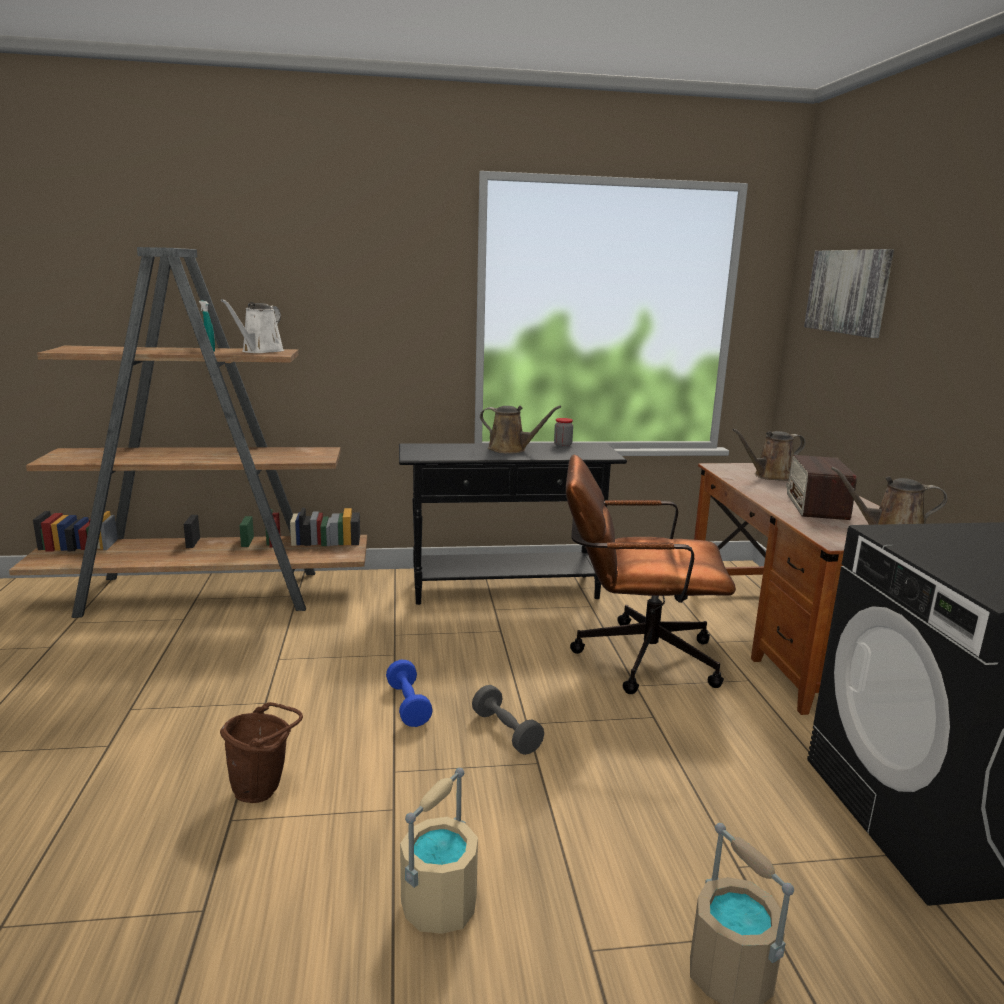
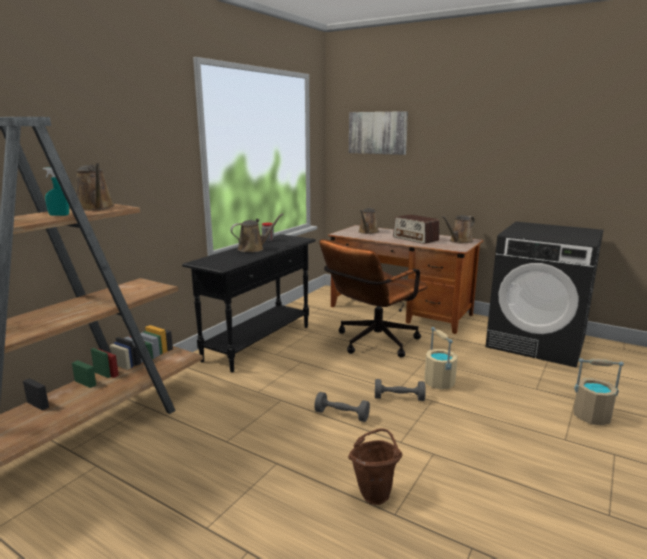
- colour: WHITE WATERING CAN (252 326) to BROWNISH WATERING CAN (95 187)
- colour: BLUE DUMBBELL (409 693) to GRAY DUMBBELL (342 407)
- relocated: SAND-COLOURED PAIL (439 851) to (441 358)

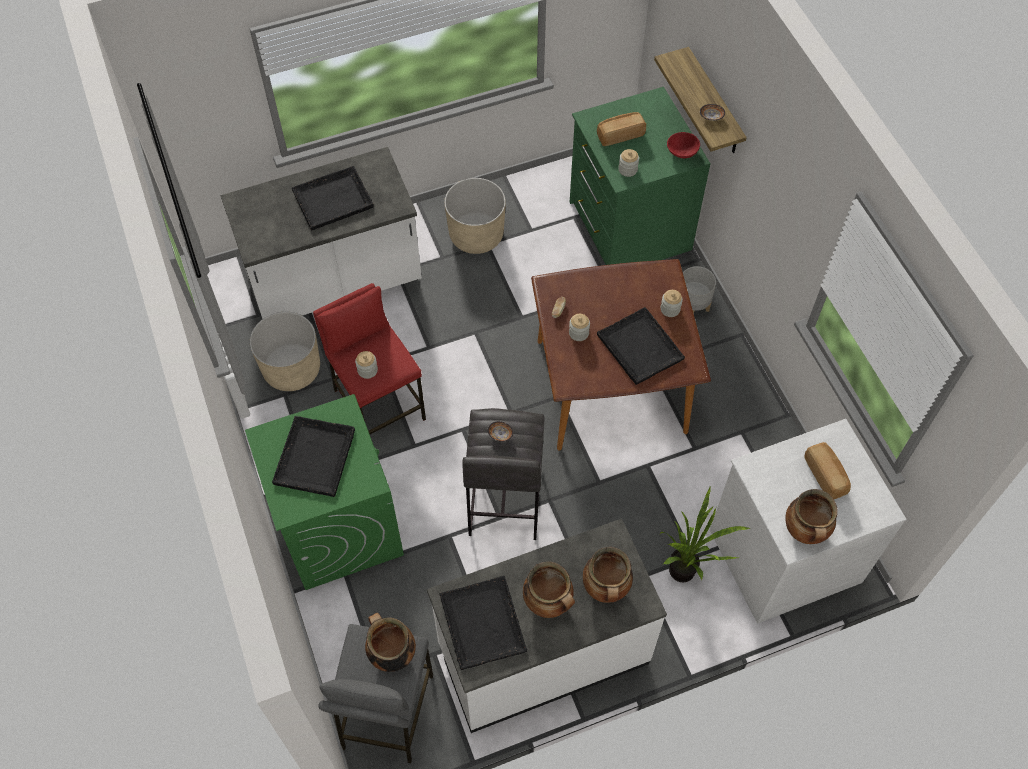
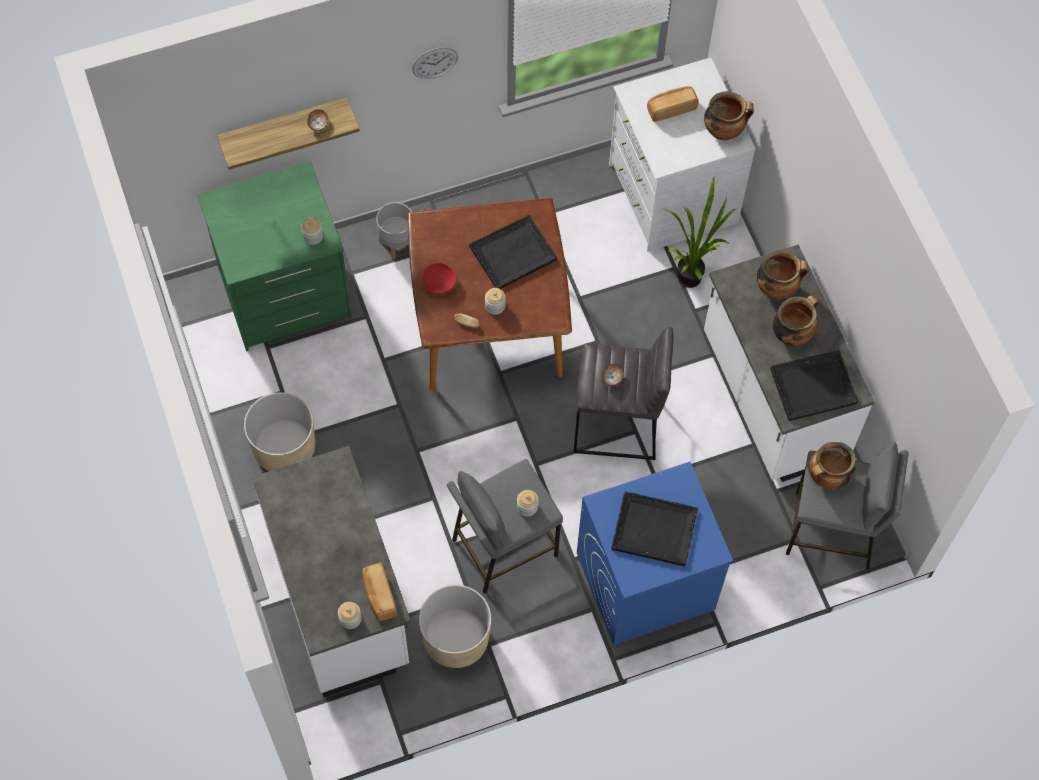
- relocated: JAR (672 303) to (350 615)
- relocated: BAKED BREAD (621 129) to (379 591)
- appeared: CLOCK ON THE WALL (435 63)
- relocated: REDDISH DEEP DISH (683 145) to (439 278)
- colour: REDDISH SITTING STOOL (369 358) to GRAY SITTING STOOL (505 526)
- colour: GREEN WASHING MACHINE (324 492) to BLUE WASHING MACHINE (655 553)
- missing: BLACKISH SERVING TRAY (333 198)

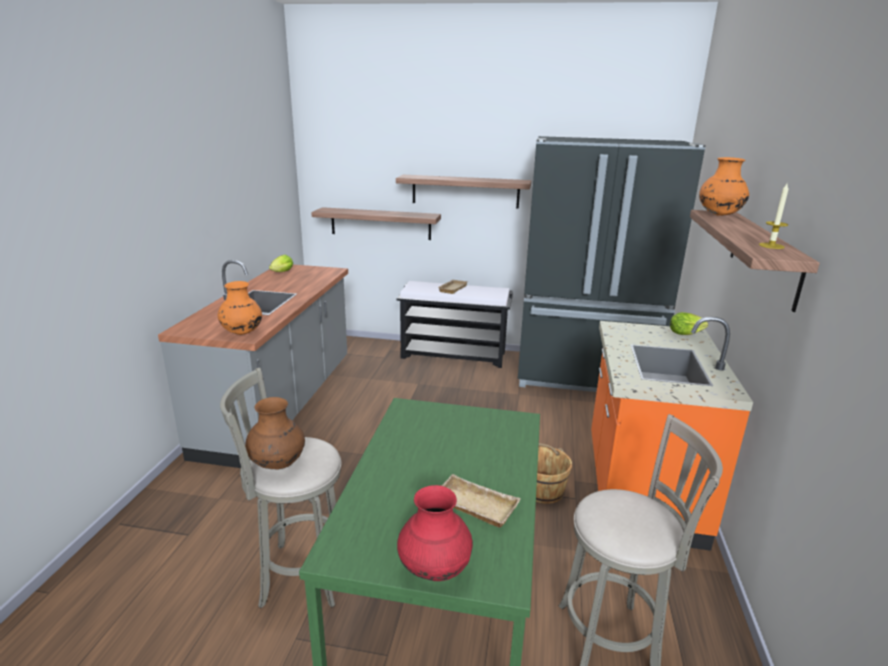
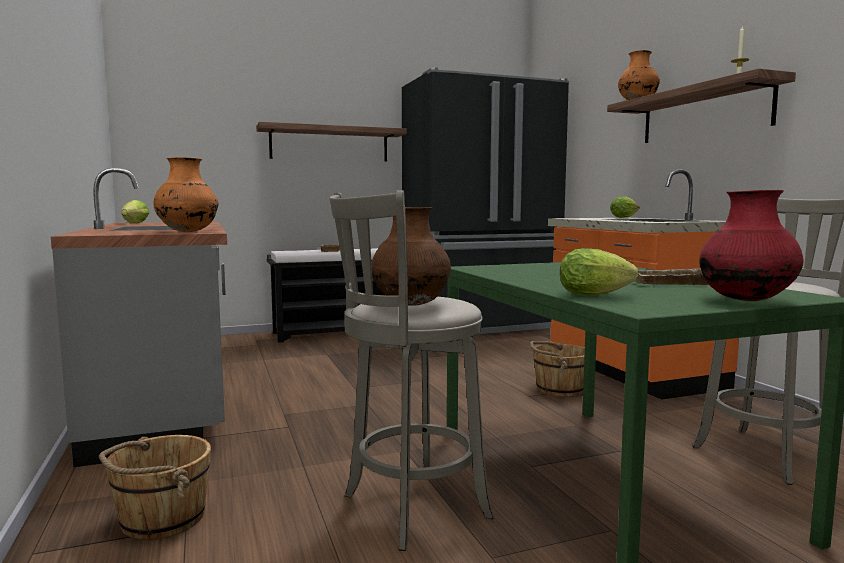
- appeared: BROWNISH PAIL (155 487)
- appeared: HEAD OF LETTUCE (599 271)
- missing: WALL SHELF (376 223)

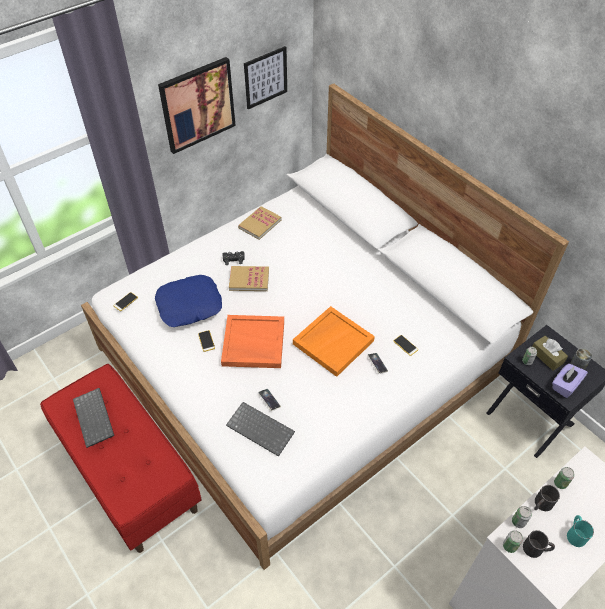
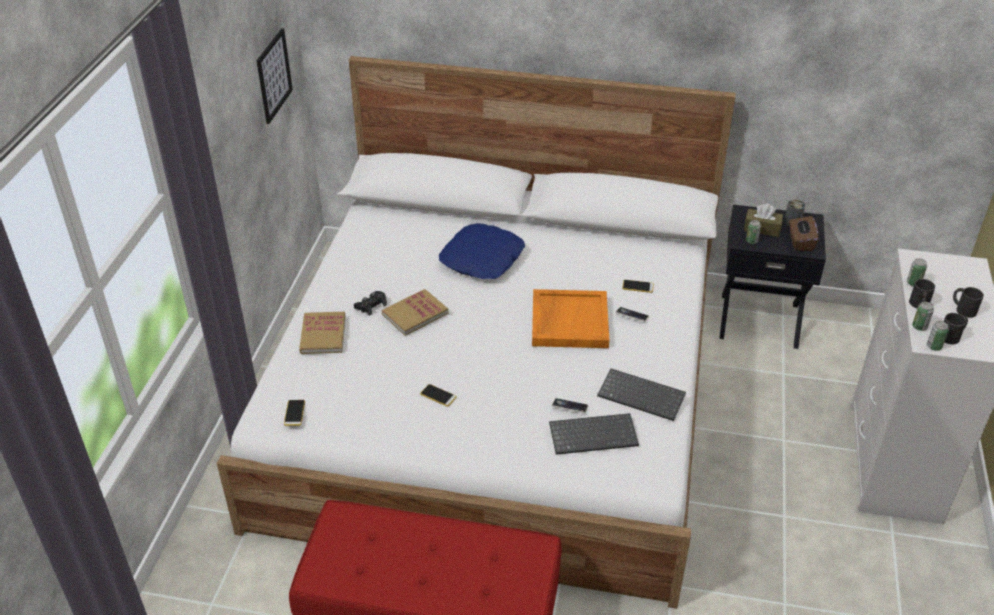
- relocated: BOUND BOOK (259 223) to (322 333)
- relocated: BLUE THROW PILLOW (188 301) to (482 251)
- relocated: KEYBOARD (93 418) to (641 394)
- colour: PURPLE TISSUE BOX (570 380) to BROWNISH TISSUE BOX (804 232)
- colour: BLUE-GREEN COFFEE MUG (580 531) to BLACKISH COFFEE MUG (968 302)
- missing: WALL PICTURE (197 105)
- missing: ORANGE SERVING TRAY (252 341)

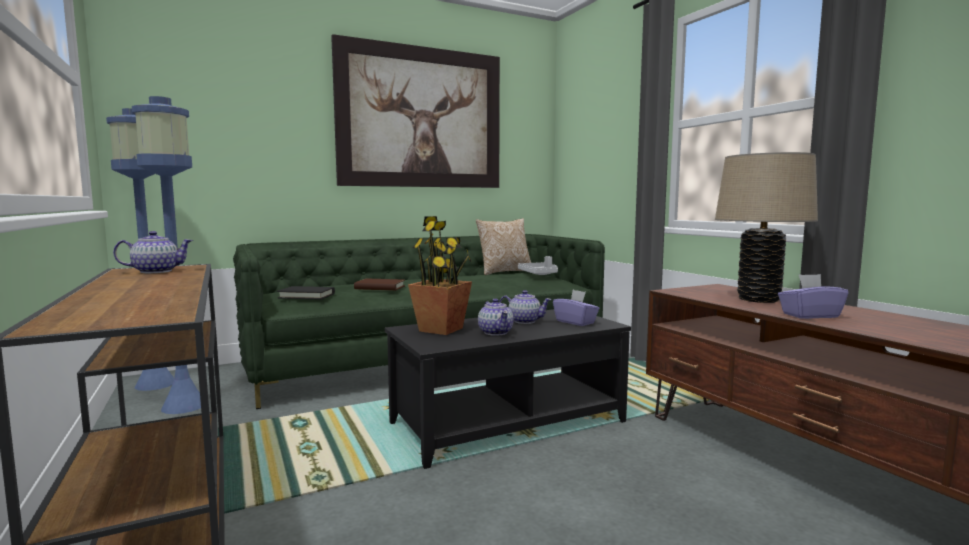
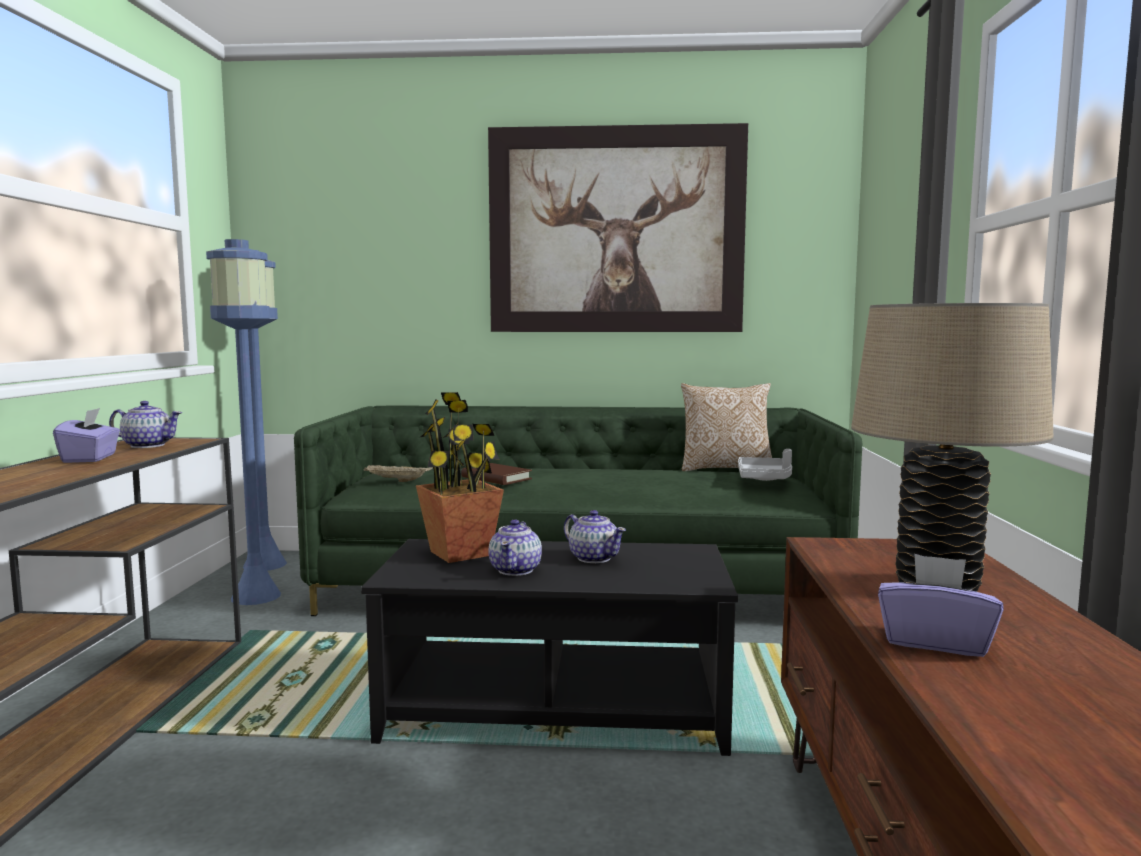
- relocated: PURPLE TISSUE BOX (576 308) to (86 435)
- exchanged: BLACKISH BOUND BOOK (306 292) to SAND-COLOURED SERVING TRAY (398 473)

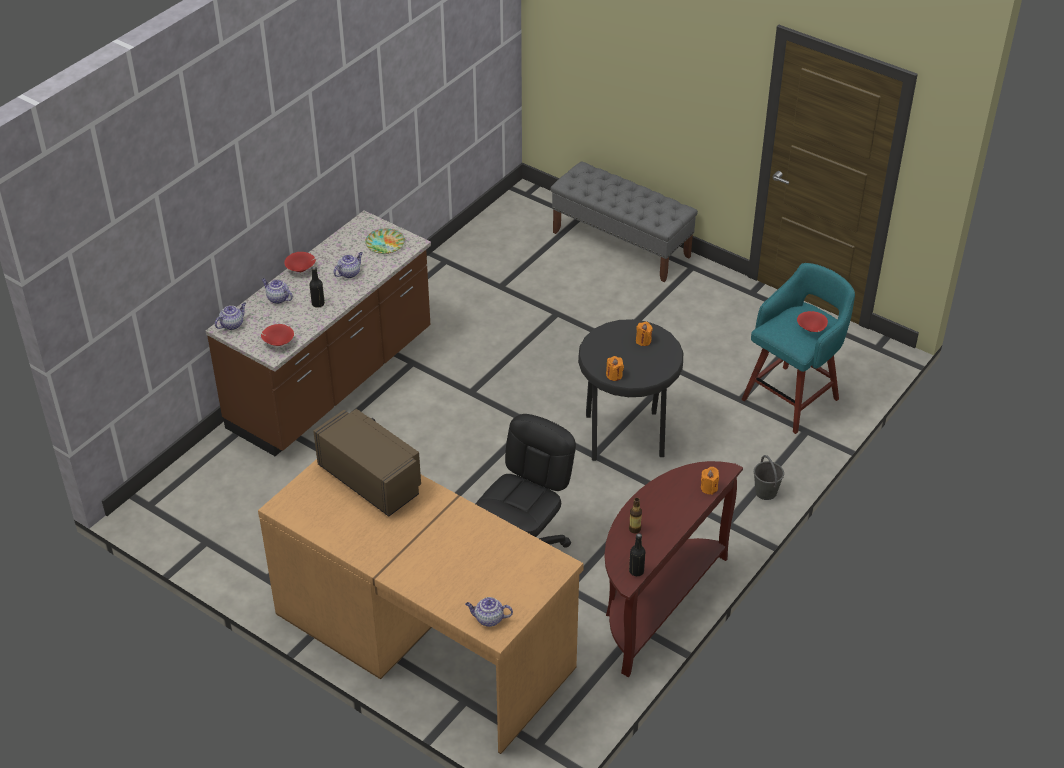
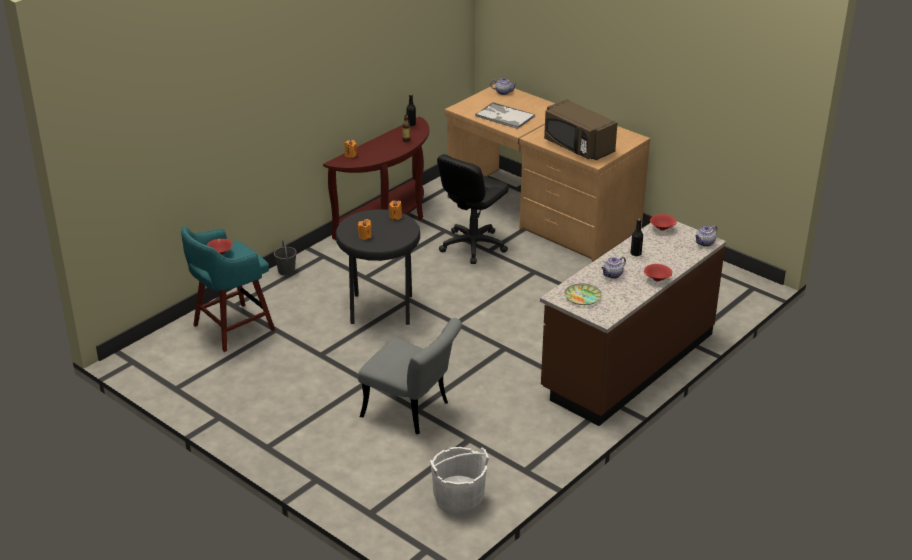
- appeared: GRAY UPRIGHT CHAIR (410 376)
- appeared: WHITE PAIL (459 481)
- appeared: SERVING TRAY (505 115)
- missing: TEA POT (277 291)
- missing: GRAY INDOOR BENCH (624 221)

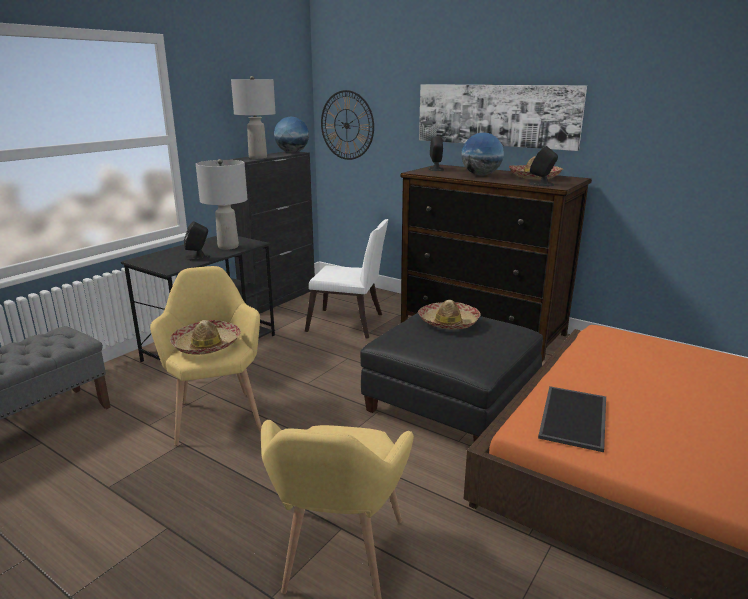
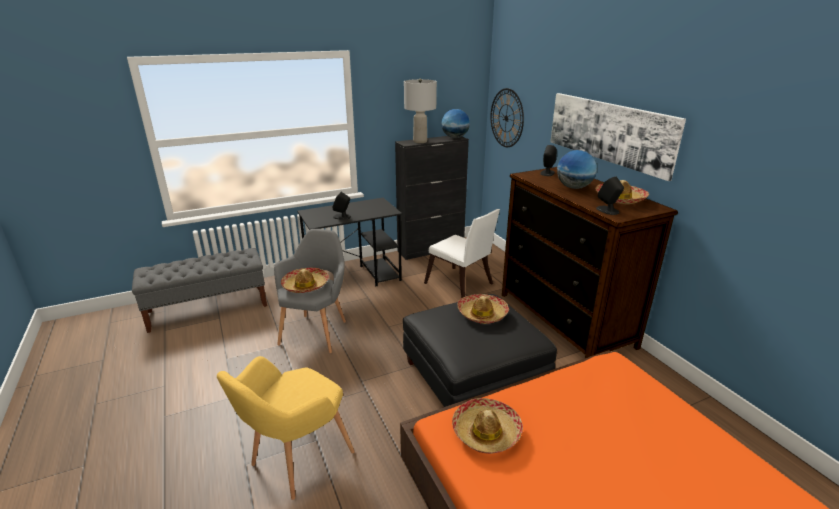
- colour: YELLOW EASY CHAIR (206 356) to GRAY EASY CHAIR (310 291)
- exchanged: SERVING TRAY (572 419) to HAT (487 426)
- missing: GRAY TABLETOP LAMP (221 204)

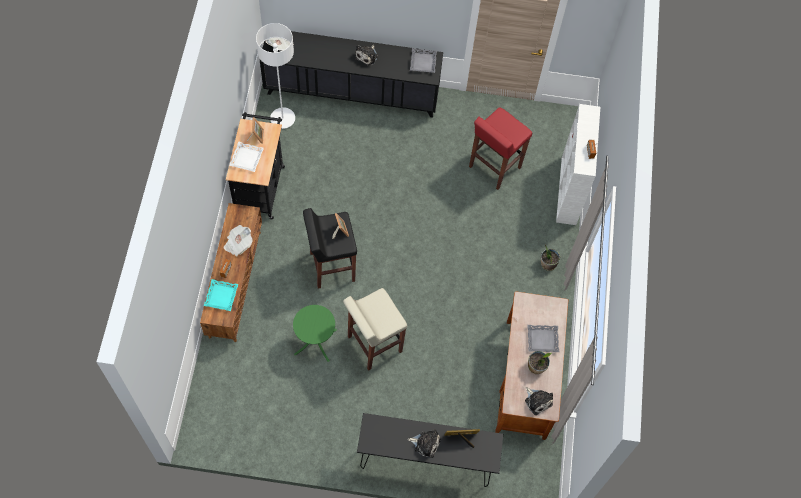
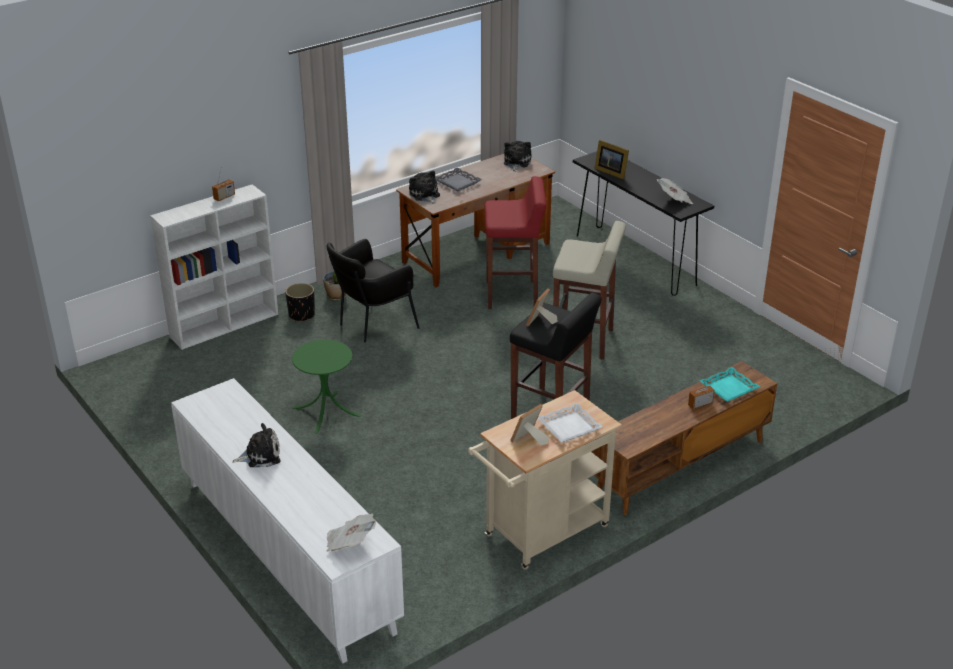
- colour: BLACKISH STORAGE CABINET (351 74) to WHITE STORAGE CABINET (287 520)
- appeared: BLACKISH PLANTER (300 302)
- relocated: GREEN SIDE TABLE (315 333) to (326 386)
- appeared: BLACKISH EASY CHAIR (373 290)
- relocated: SOFT TOY (424 443) to (424 187)
- colour: BLACKISH WHEELED CART (255 165) to SAND-COLOURED WHEELED CART (545 480)
- relocated: REDDISH SITTING STOOL (500 148) to (515 242)
- relocated: DAILY PAPER (238 241) to (675 191)
- missing: WHITE STANDARD LAMP (275 76)
- missing: GRAY SERVING TRAY (423 60)
- missing: HOUSEPLANT (540 362)

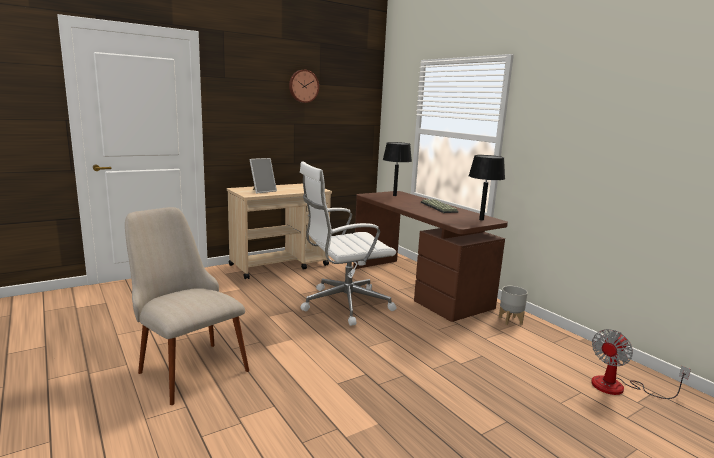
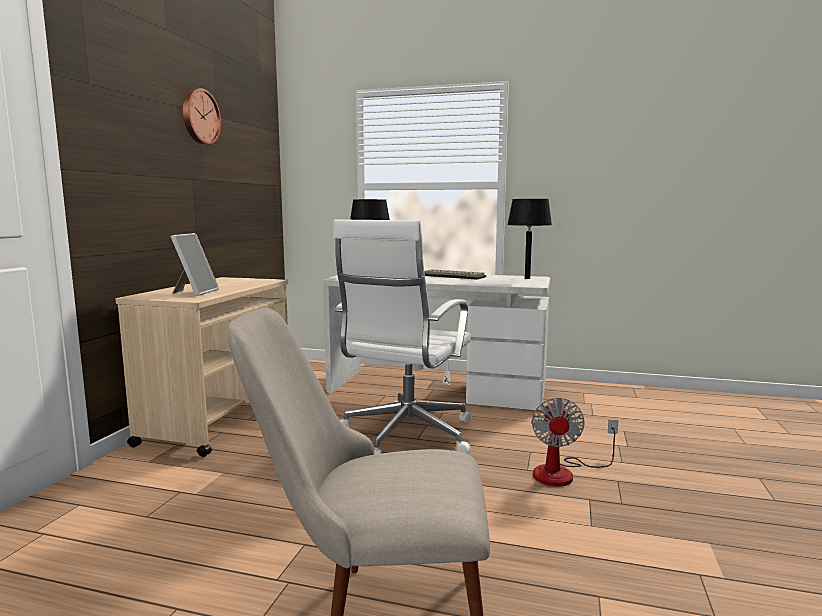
- colour: BROWNISH DESK TABLE (430 256) to WHITE DESK TABLE (436 342)
- relocated: ELECTRIC FAN (641 364) to (575 442)
- missing: GRAY PLANTER (513 305)

